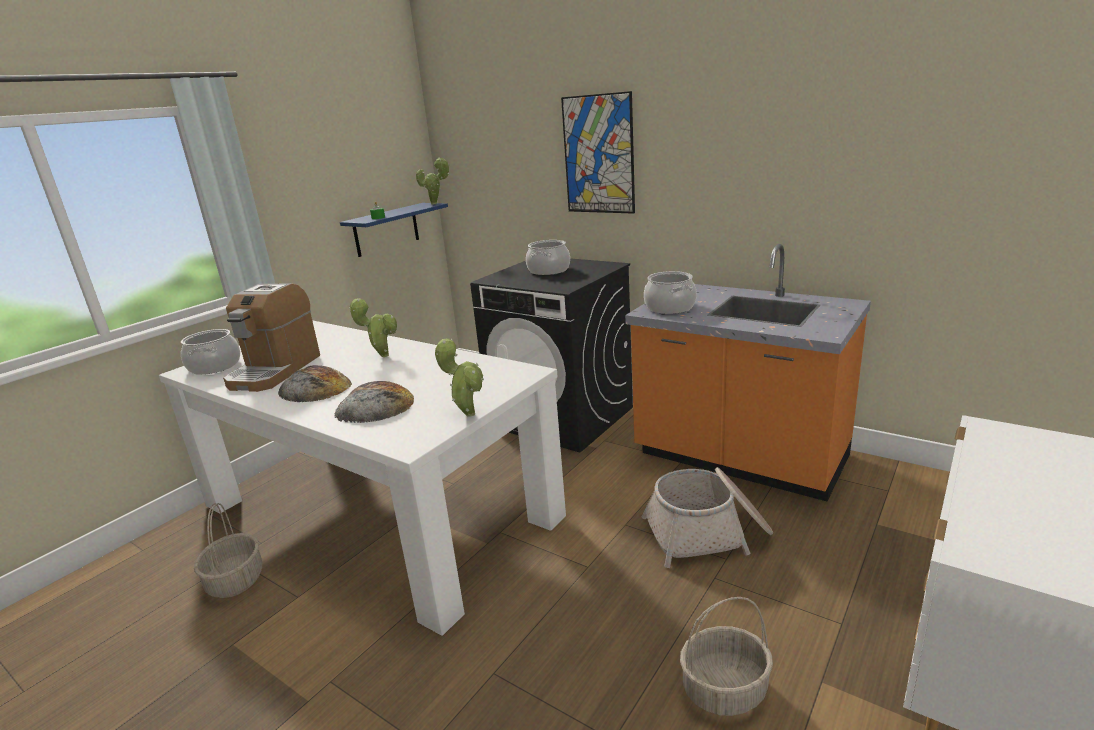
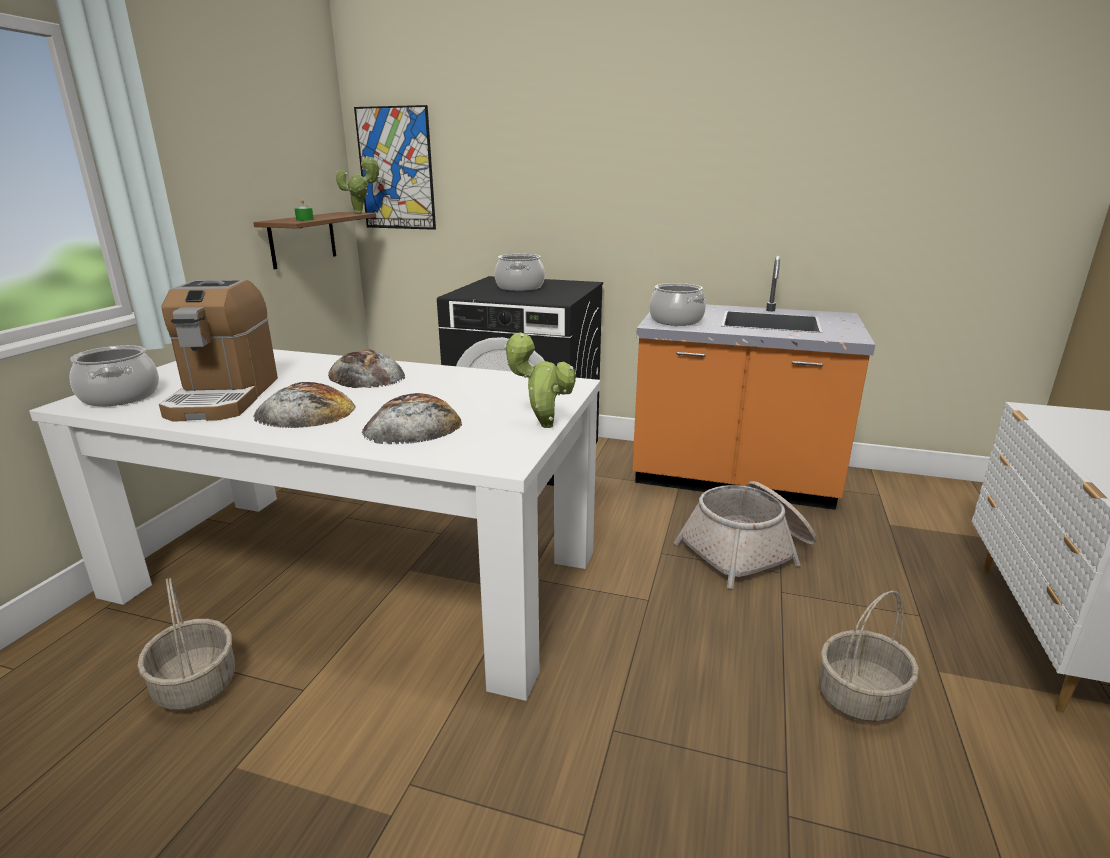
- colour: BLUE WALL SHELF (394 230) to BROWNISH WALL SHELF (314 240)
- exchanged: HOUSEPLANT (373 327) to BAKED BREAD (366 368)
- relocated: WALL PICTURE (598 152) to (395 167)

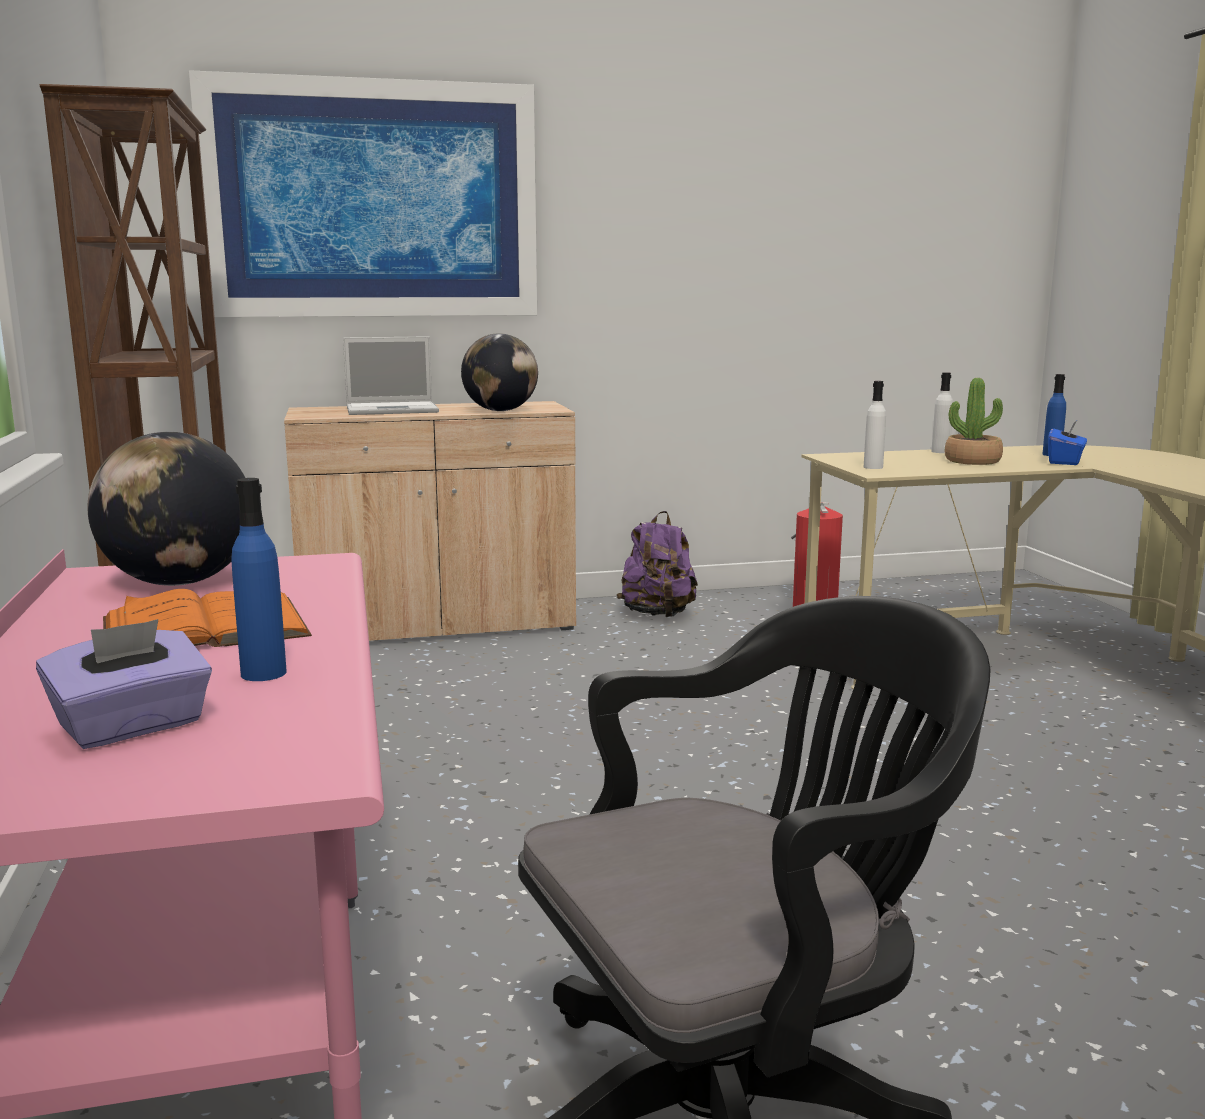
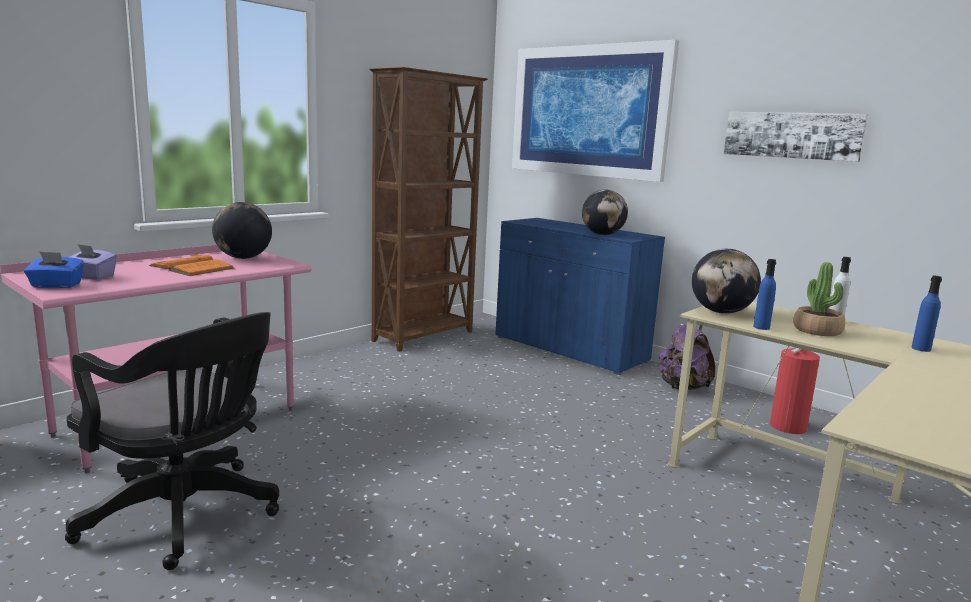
- relocated: BLUE TISSUE BOX (1067 443) to (54 269)
- colour: SAND-COLOURED STORAGE CABINET (430 521) to BLUE STORAGE CABINET (580 296)
- exchanged: WHITE BEVERAGE BOTTLE (875 425) to GLOBE (726 281)
- appeared: WALL PICTURE (796 137)
- relocated: BLUE BEVERAGE BOTTLE (259 579) to (764 294)
- missing: LAPTOP (391 375)

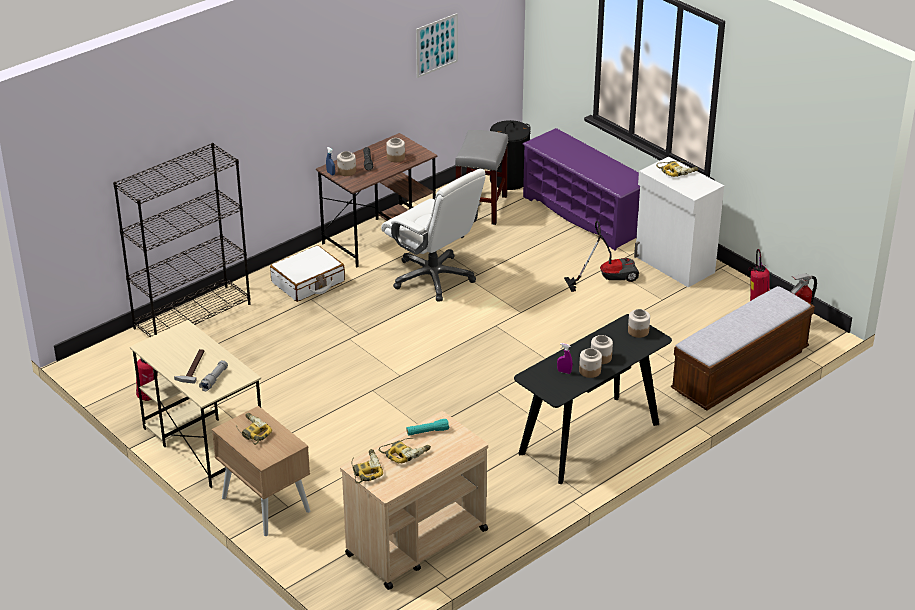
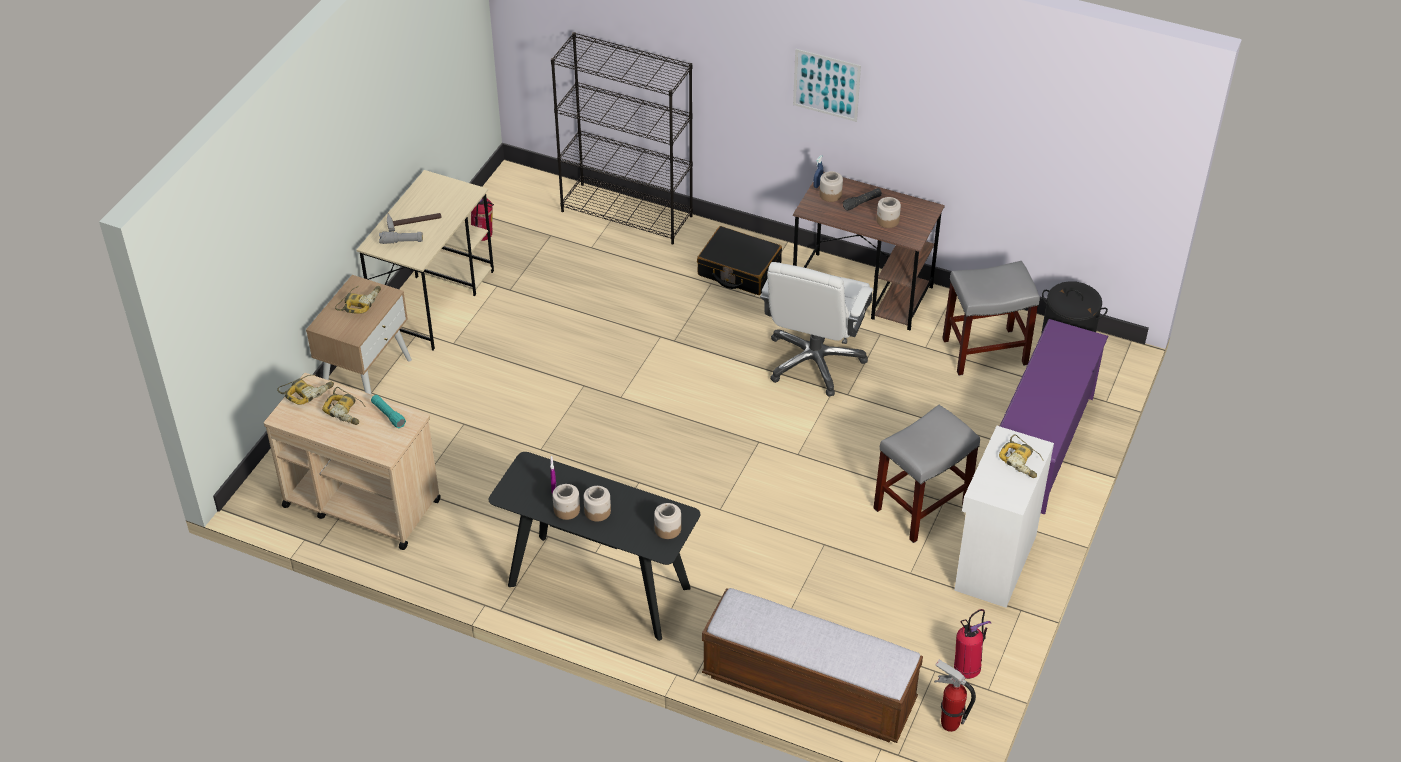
- colour: WHITE TRAVEL CASE (307 273) to BLACKISH TRAVEL CASE (739 260)
- relocated: WALL PICTURE (437 45) to (827 85)
- exchanged: HOOVER (601 256) to GRAY SITTING STOOL (927 474)

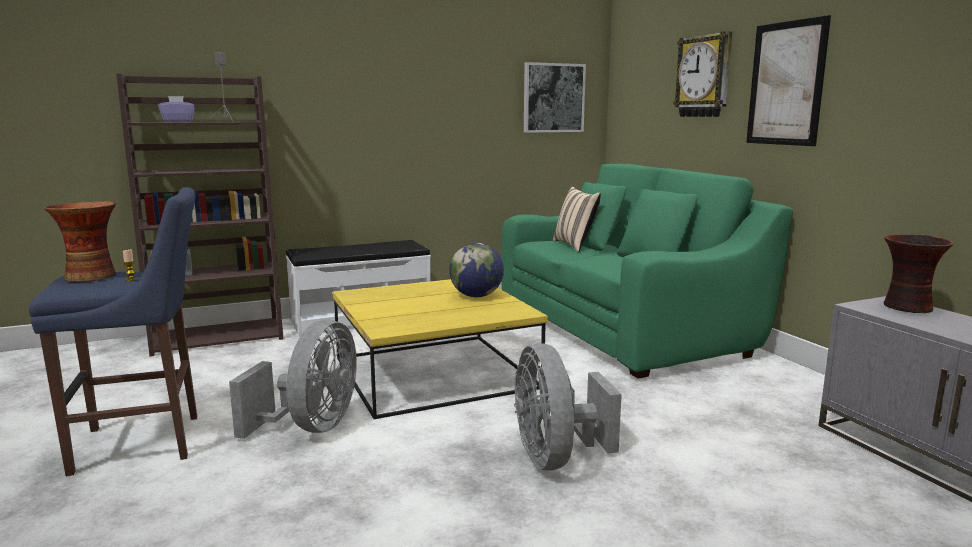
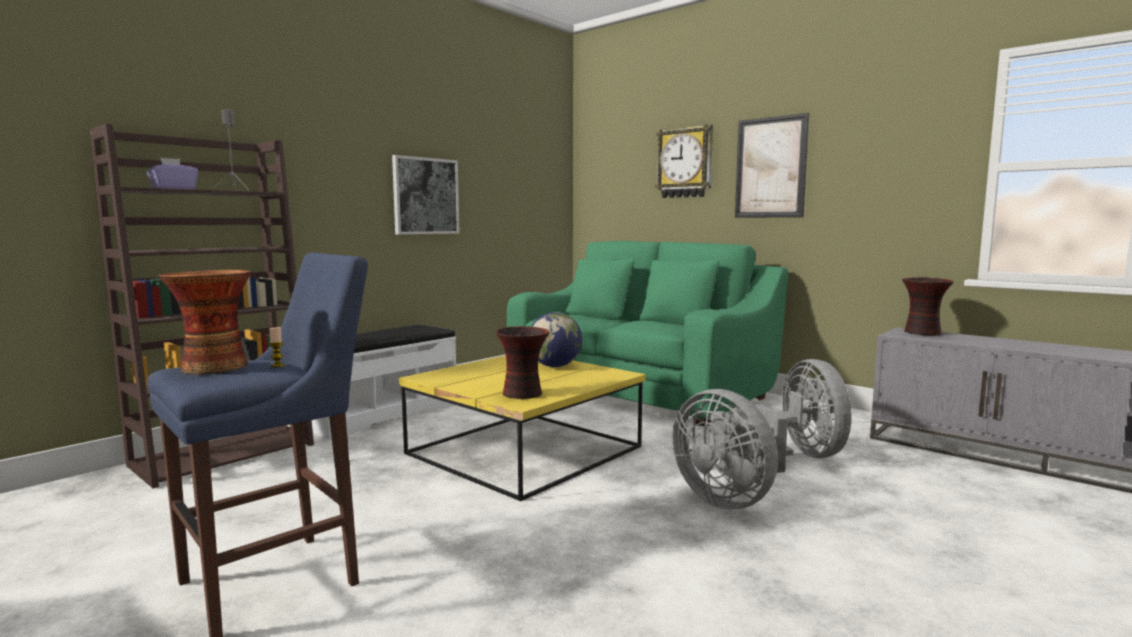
- relocated: WALL PICTURE (555 97) to (426 194)
- appeared: VASE (522 362)
- relocated: GRAY ELECTRIC FAN (293 379) to (803 416)
- missing: SAND-COLOURED THROW PILLOW (577 219)

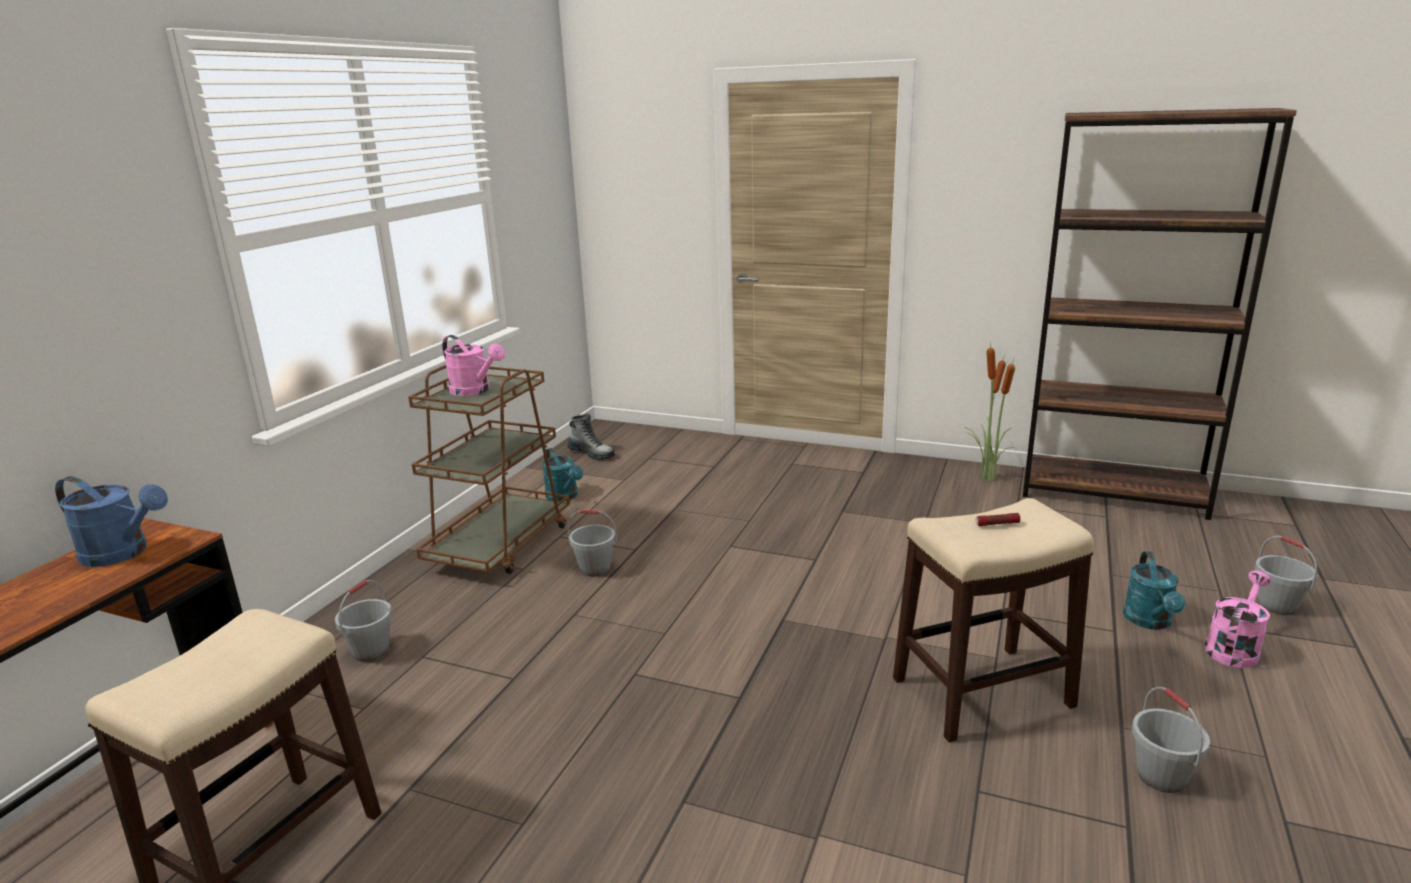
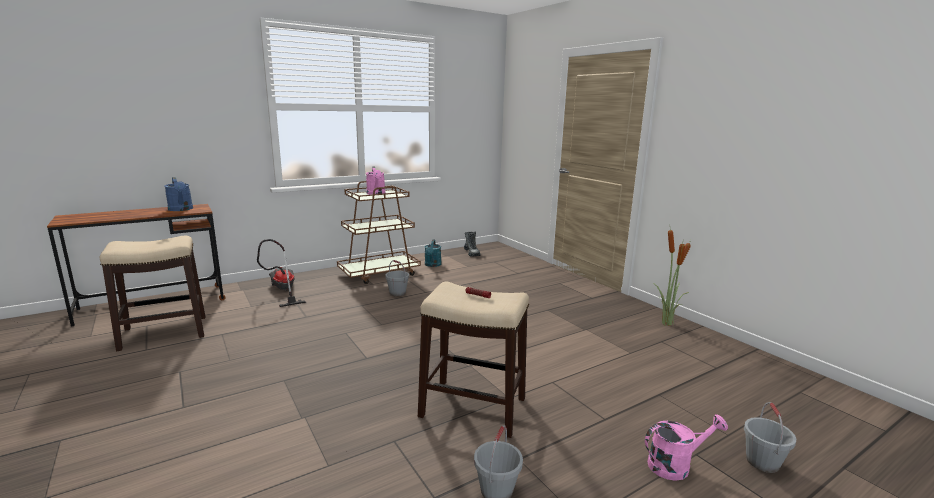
- exchanged: GRAY PAIL (363 621) to HOOVER (281 273)
- missing: BROWNISH BOOKCASE (1160 314)
- missing: BLUE-GREEN WATERING CAN (1154 590)

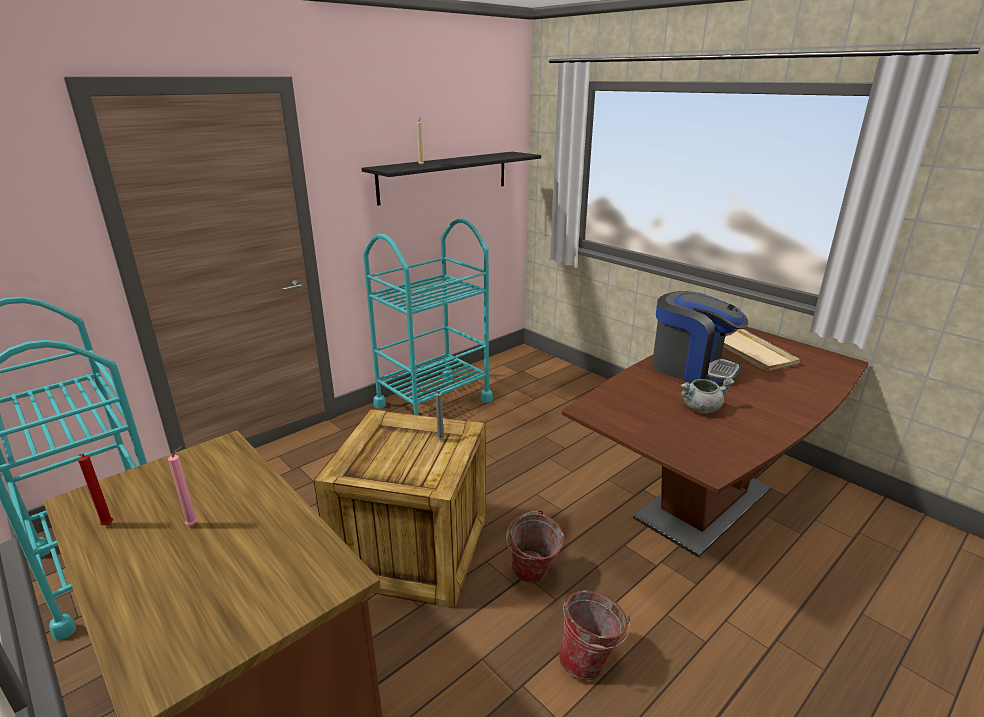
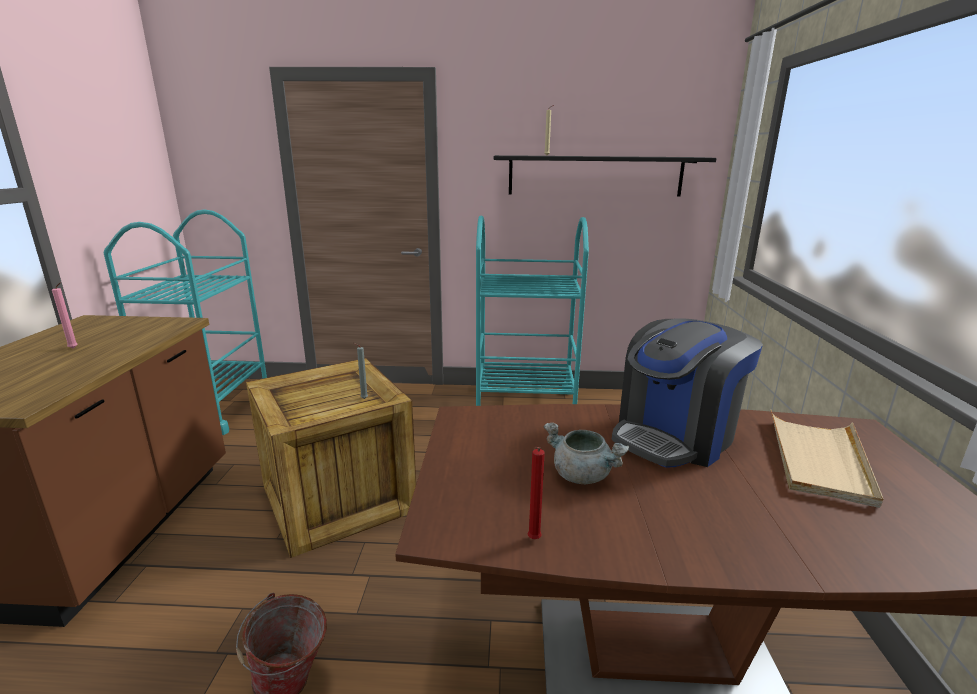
- relocated: REDDISH WAX CANDLE (95 489) to (536 493)
- spun: COFFEE MACHINE (700 337) = (687 393) 60 degrees clockwise
- missing: PAIL (535 546)

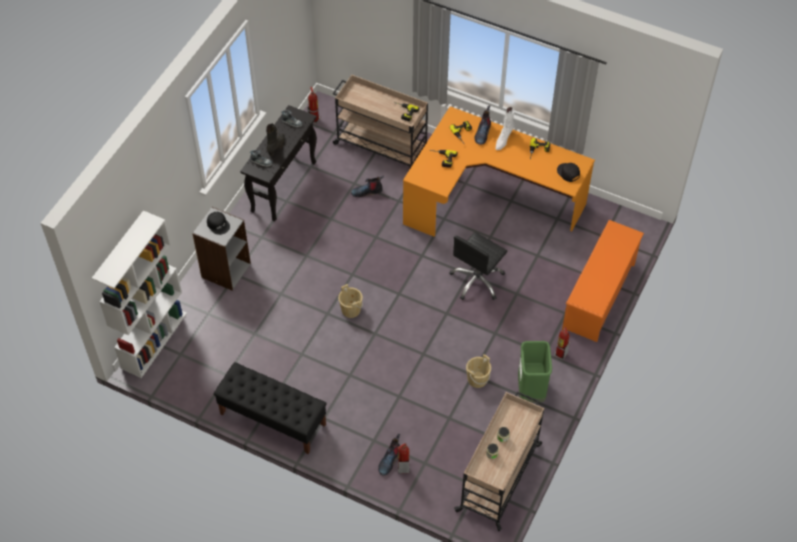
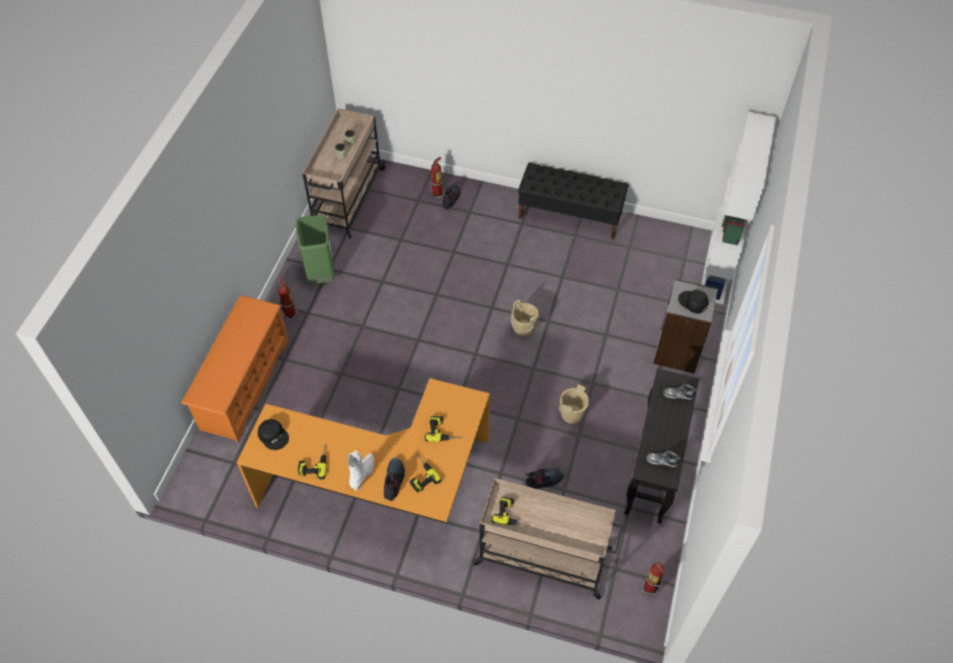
- relocated: SAND-COLOURED PAIL (478 371) to (574 404)
- missing: BLACKISH TALL BOOT (275 139)
- missing: BLACKISH DESK CHAIR (478 266)

